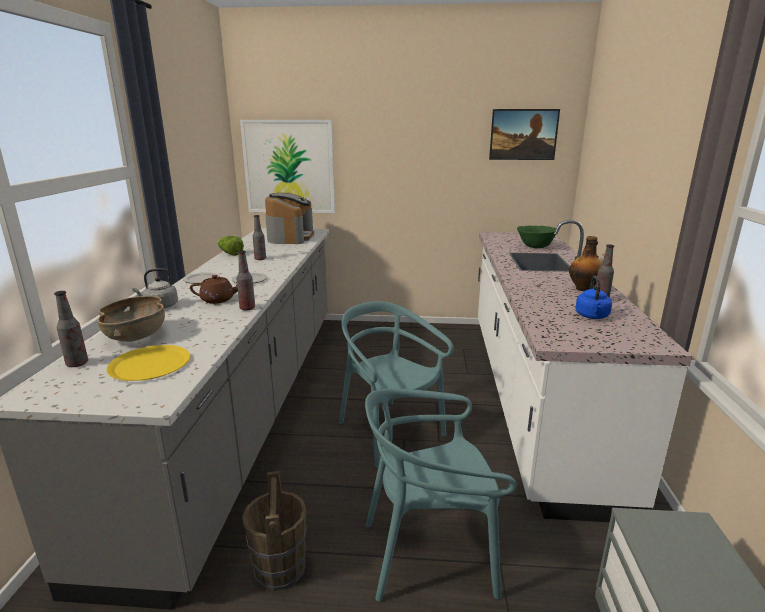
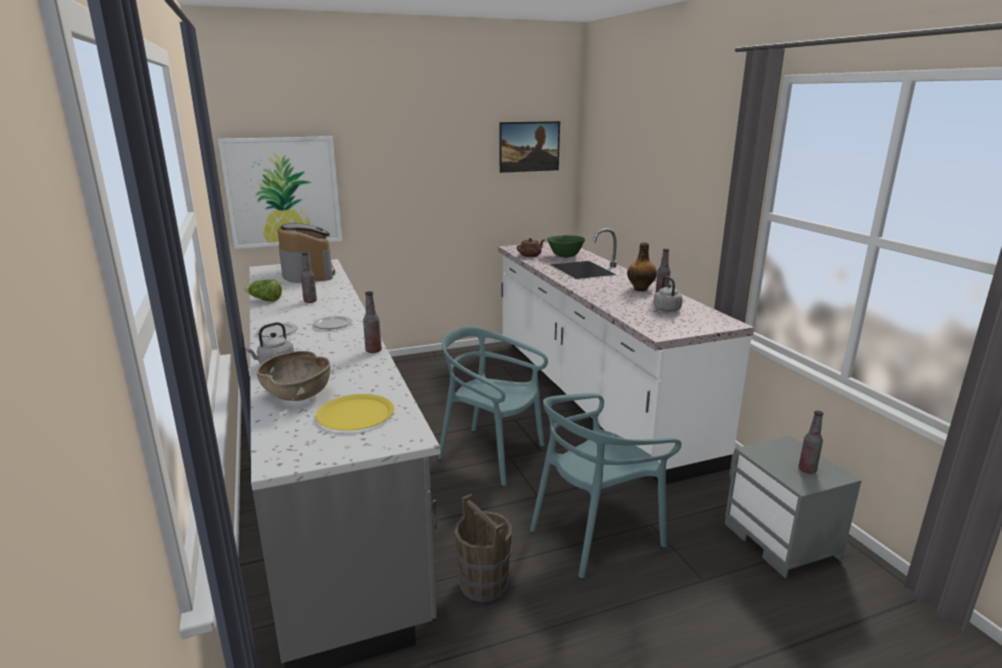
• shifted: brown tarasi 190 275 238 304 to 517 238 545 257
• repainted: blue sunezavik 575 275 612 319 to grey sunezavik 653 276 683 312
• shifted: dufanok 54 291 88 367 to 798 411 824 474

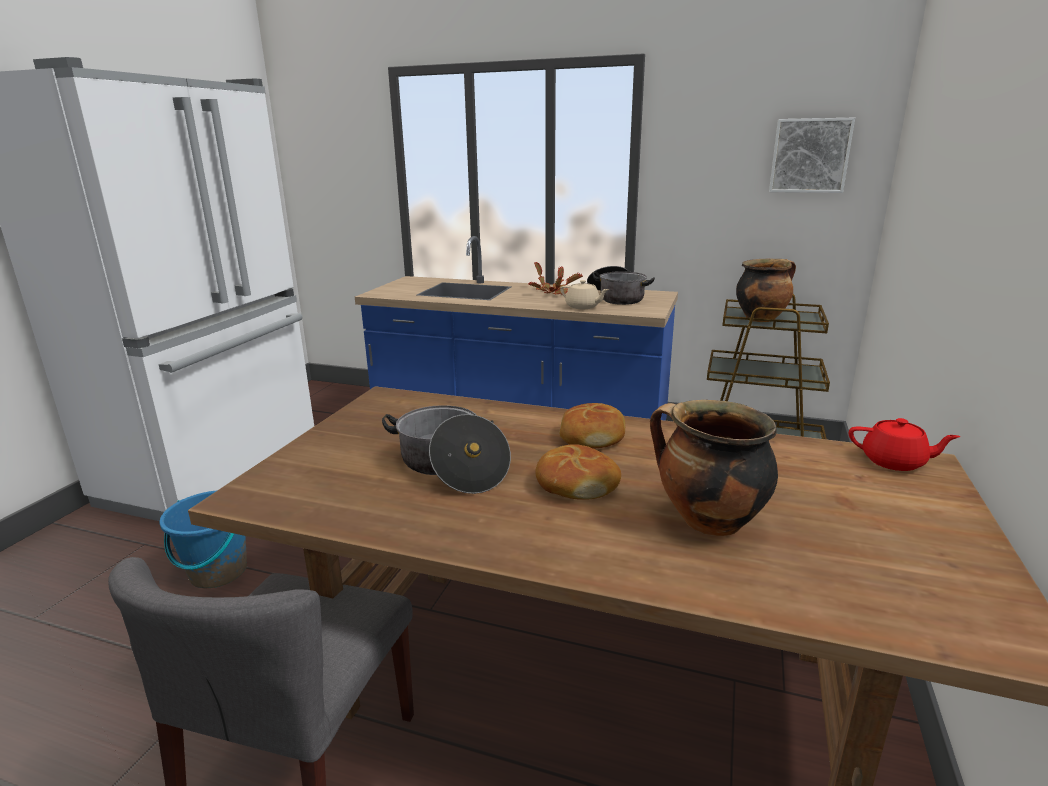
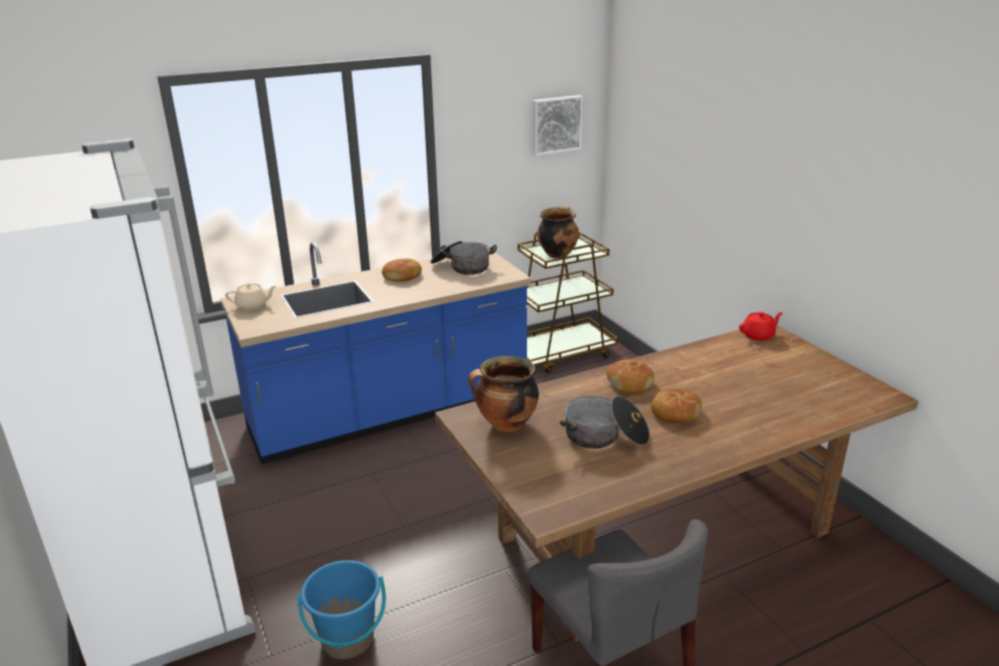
• swapped: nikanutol 528 262 583 295 to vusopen 382 259 422 282
• shifted: beige tarasi 560 280 609 309 to 225 283 277 310
• shifted: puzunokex 650 400 778 536 to 468 356 539 432

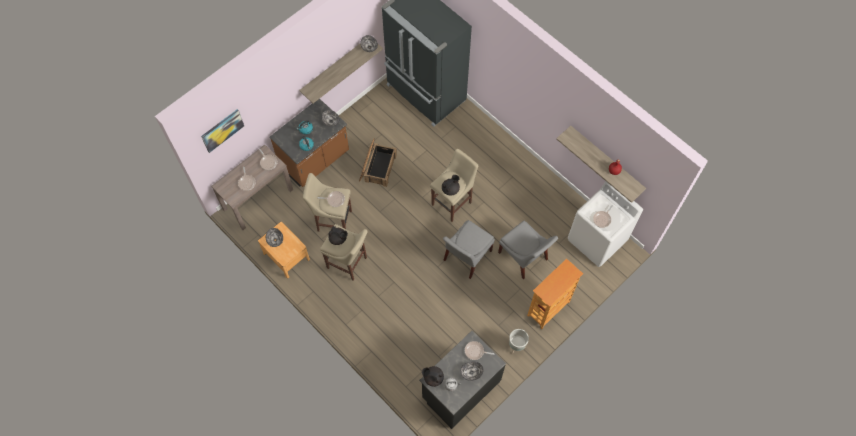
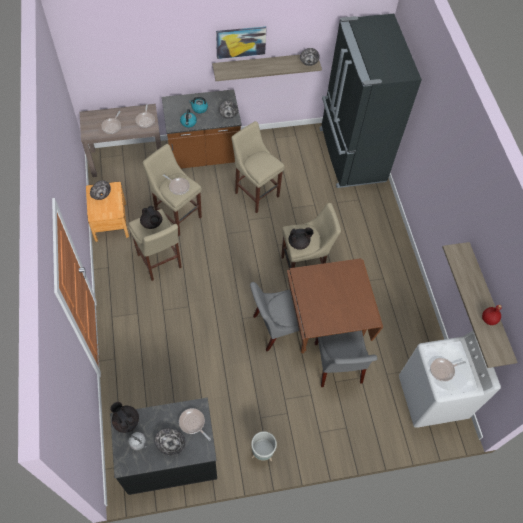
• shifted: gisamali 201 109 244 153 to 216 26 267 59
• swapped: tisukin 359 139 397 187 to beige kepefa 231 121 285 213
• gone: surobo 527 259 583 329
• new: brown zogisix 287 258 383 353

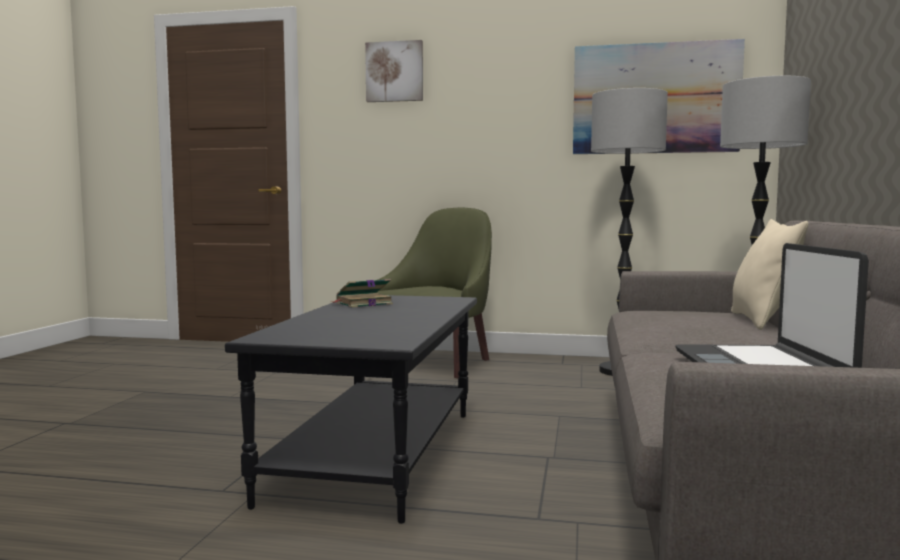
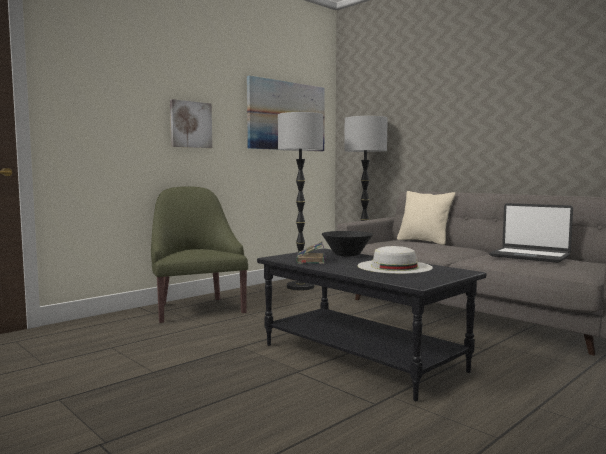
• shifted: gisamali 365 40 423 102 to 170 99 212 148
• new: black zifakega 322 231 373 256
• new: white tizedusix 358 246 433 274

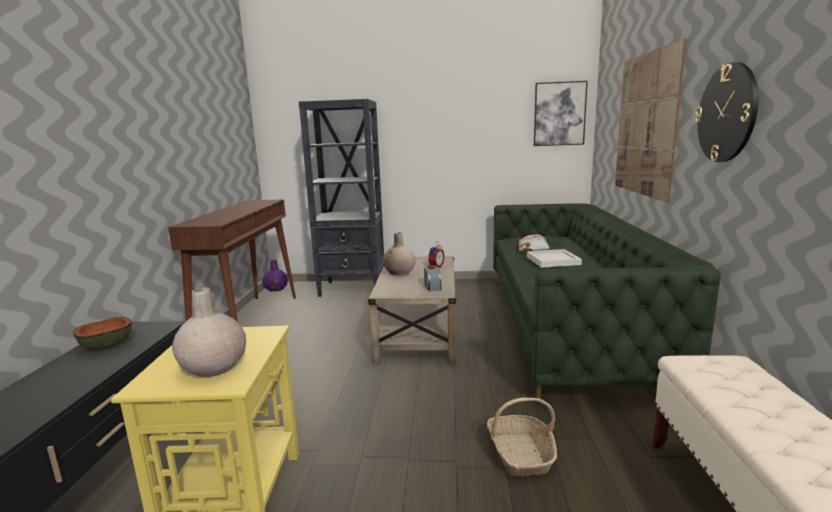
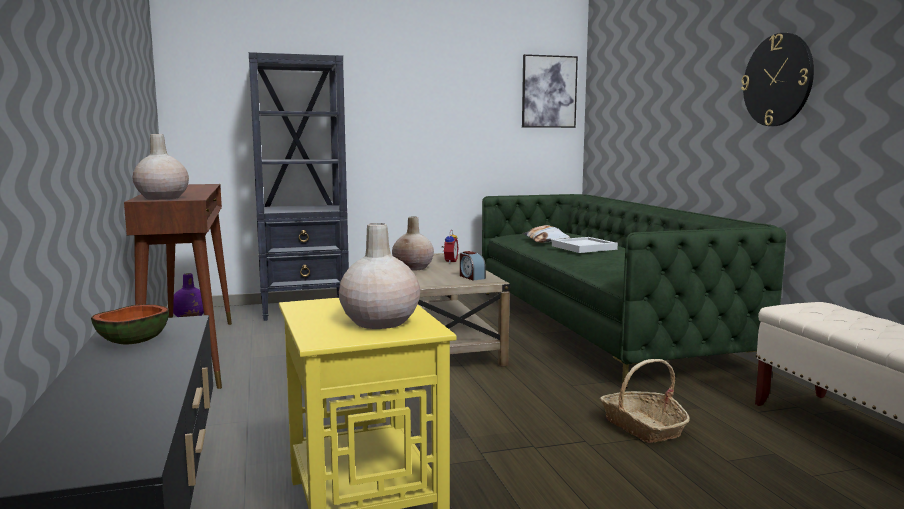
• gone: gisamali 615 38 687 203
• new: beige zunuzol 132 134 189 200

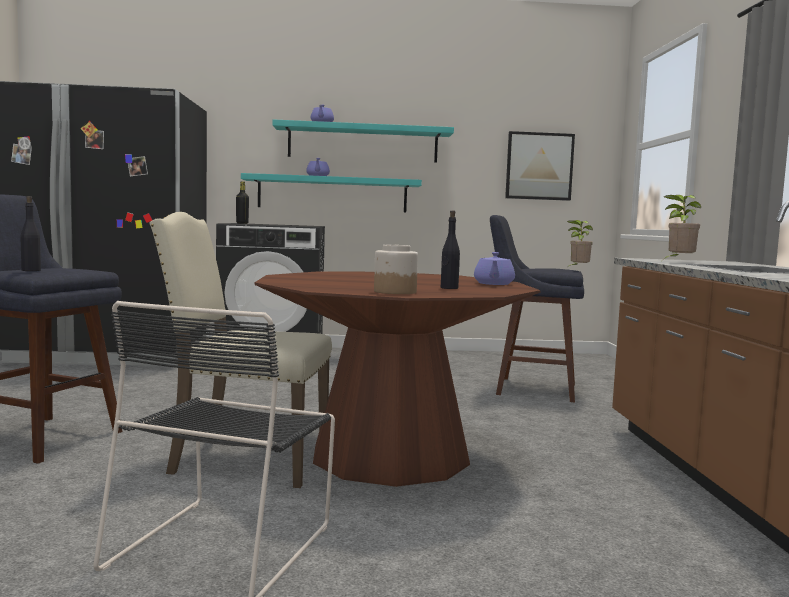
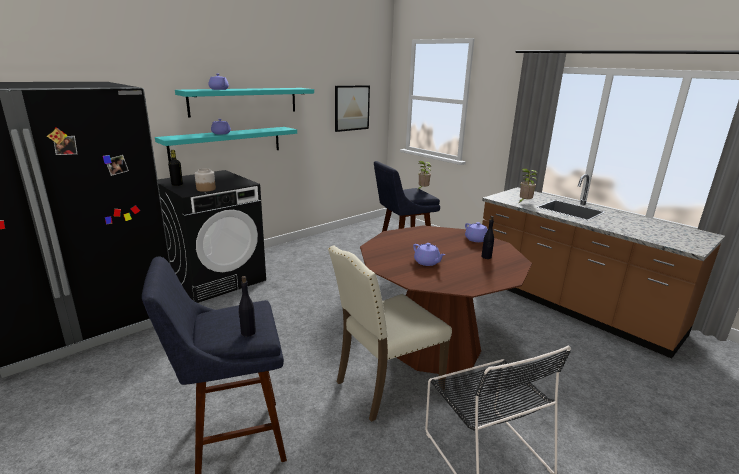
• shifted: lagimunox 374 245 418 294 to 195 168 216 192
• new: purple tarasi 413 243 445 266

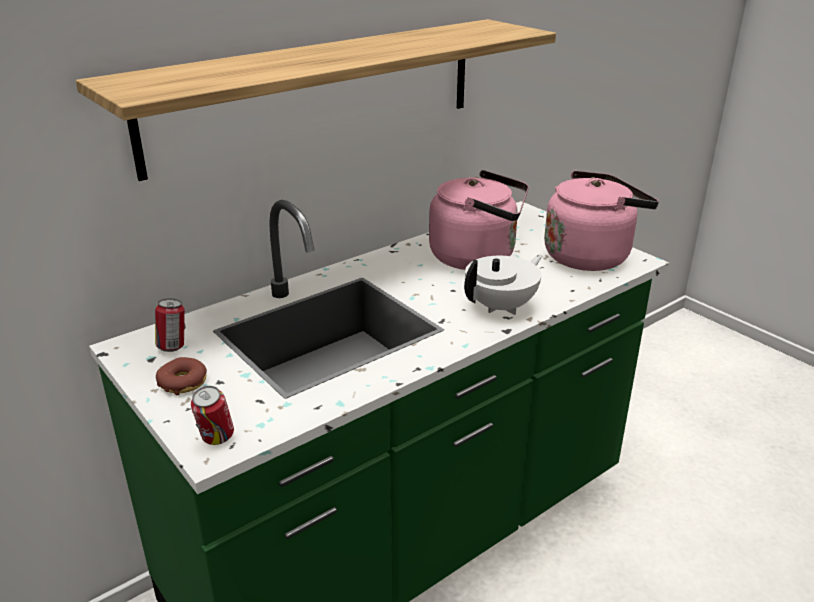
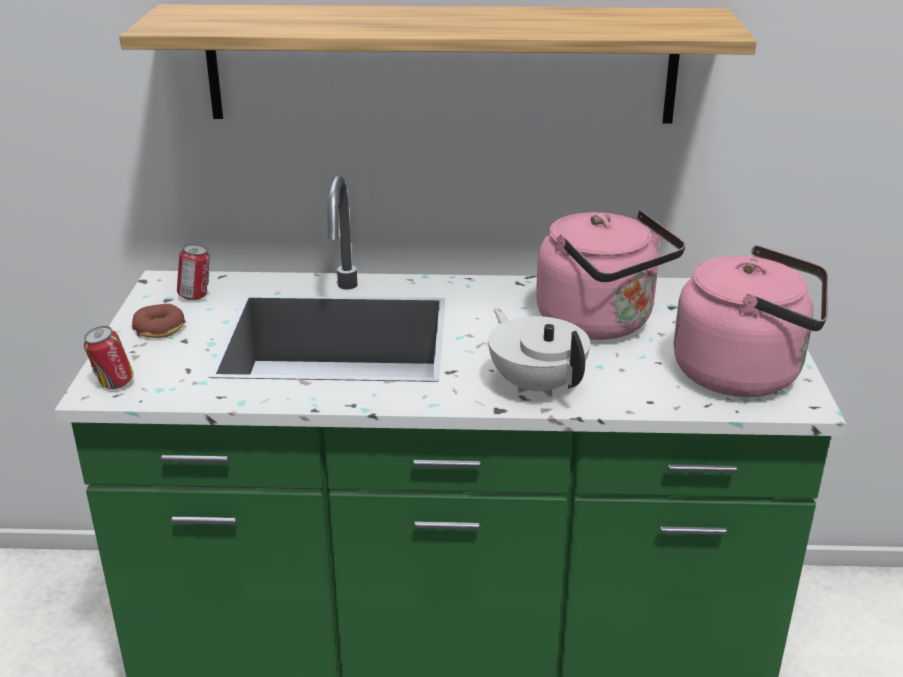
• rotated: white tarasi 464 255 543 315 = 488 308 590 397 120 degrees counterclockwise

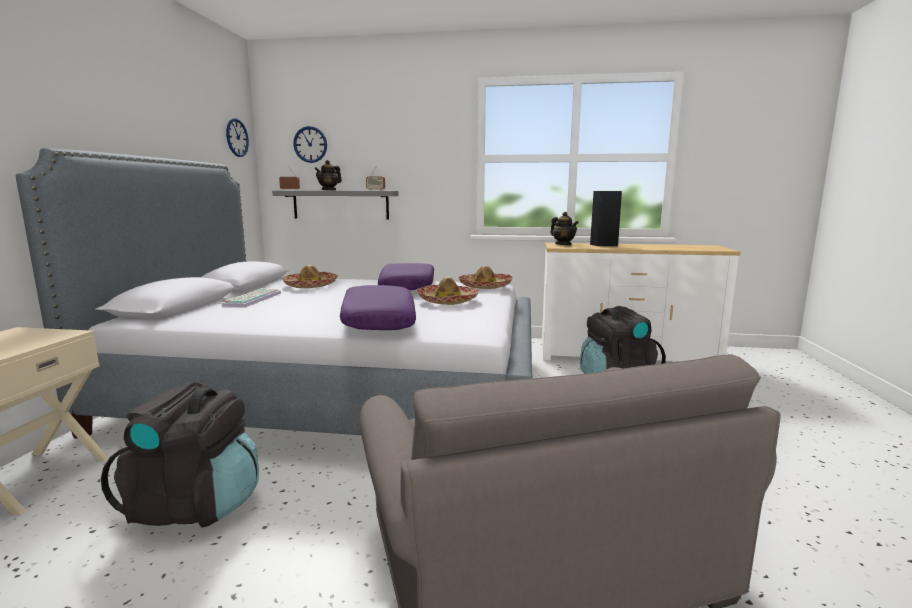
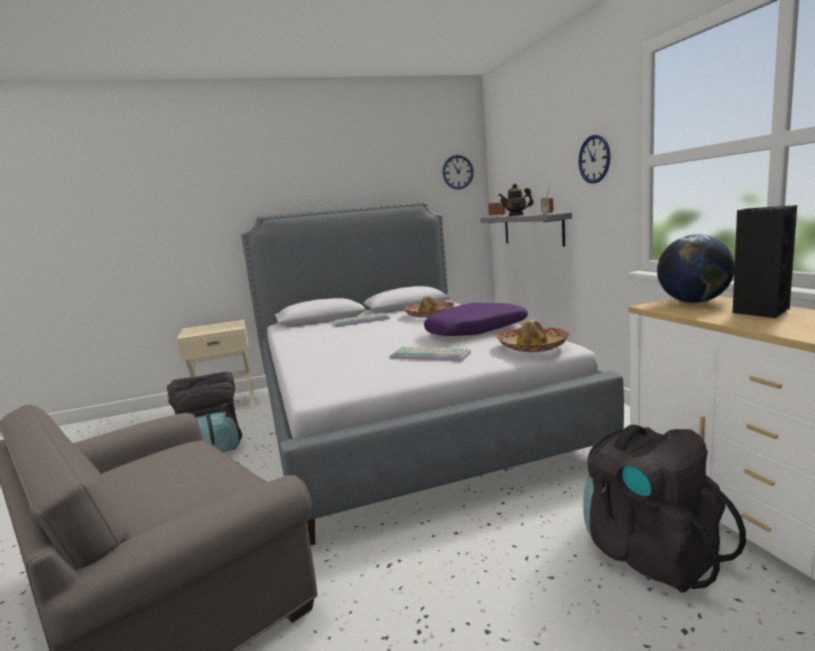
• shifted: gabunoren 293 126 327 163 to 578 135 611 184
• swapped: tarasi 550 212 579 245 to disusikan 657 234 735 303
• swapped: tizedusix 416 276 479 305 to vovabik 390 347 471 361
• gone: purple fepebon 340 285 416 330

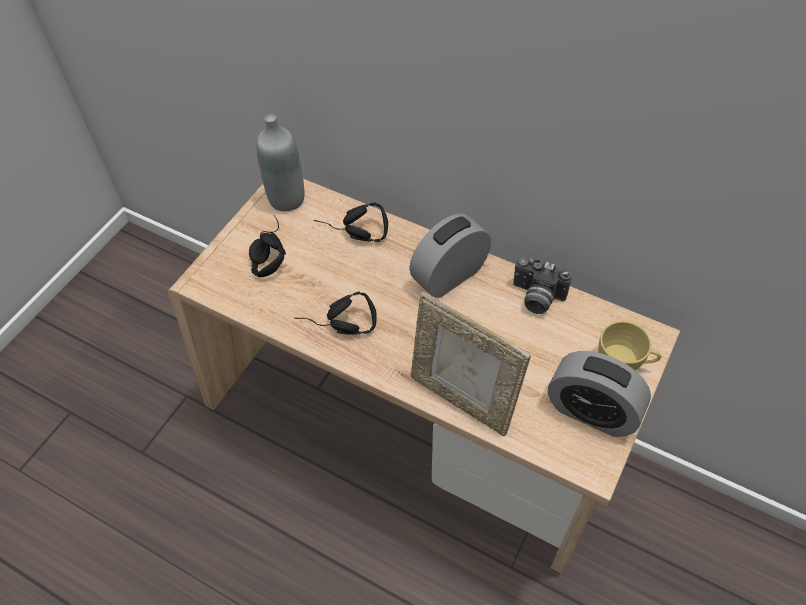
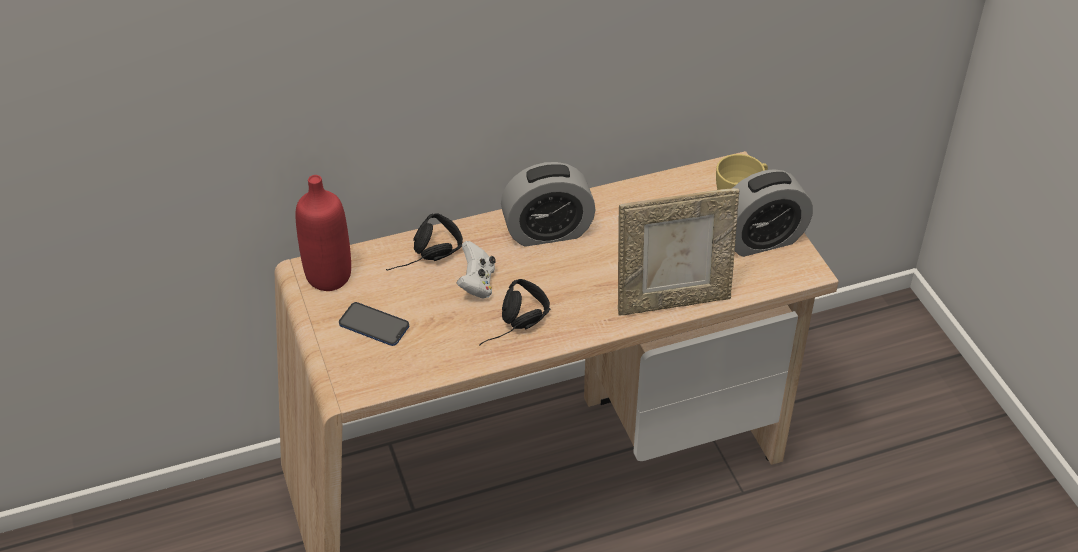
• repainted: grey dufanok 256 114 304 211 to red dufanok 295 175 351 291
• rotated: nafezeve 409 214 491 298 = 501 162 596 247 105 degrees counterclockwise
• swapped: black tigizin 249 216 286 277 to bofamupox 339 302 409 346
• gone: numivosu 513 257 572 314
• new: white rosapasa 457 241 496 298

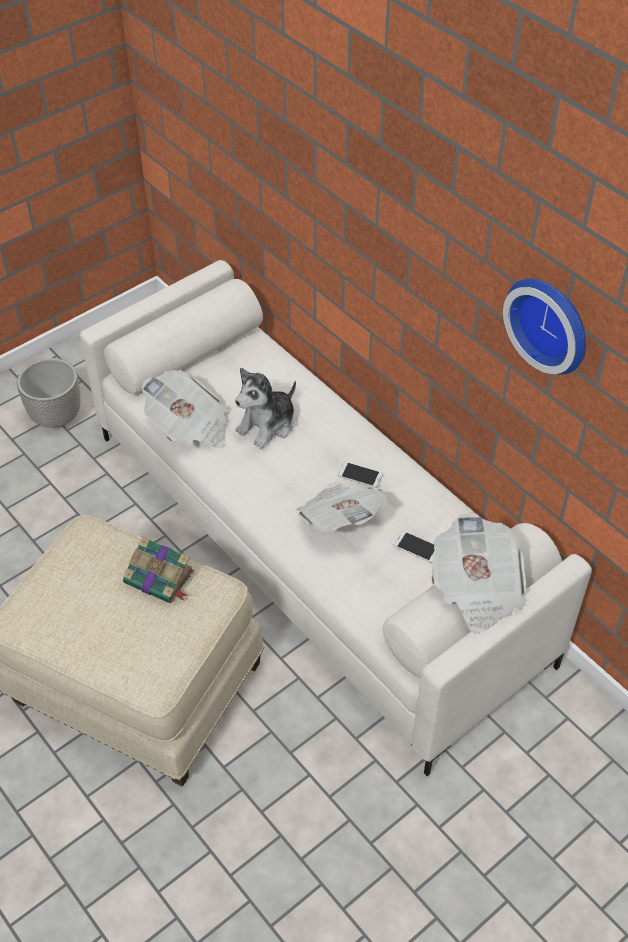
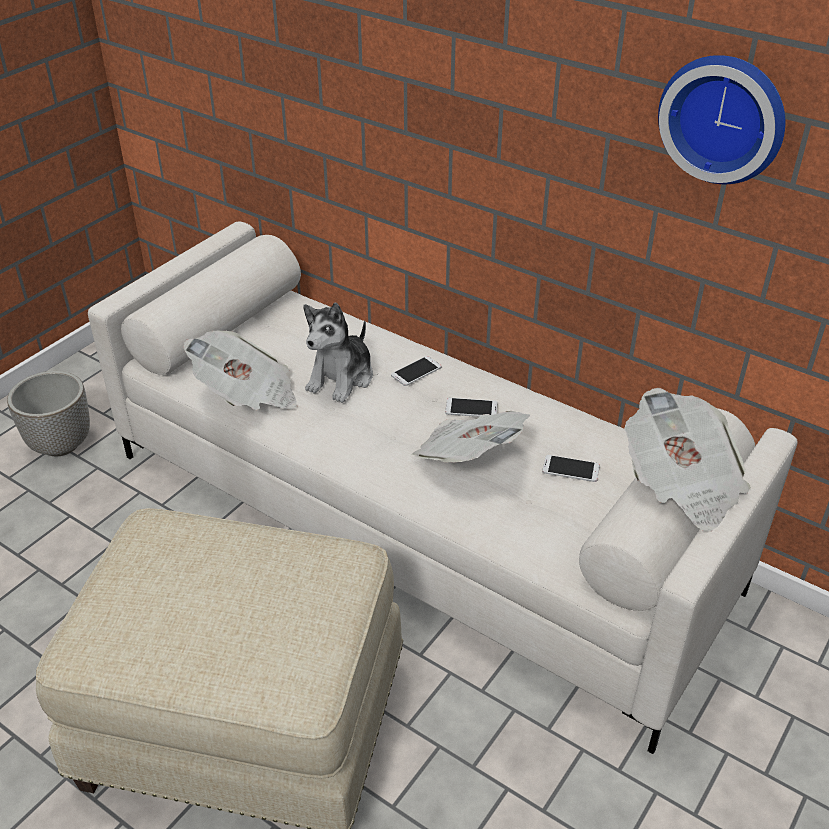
• gone: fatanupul 123 536 194 603
• new: bofamupox 391 356 442 386

